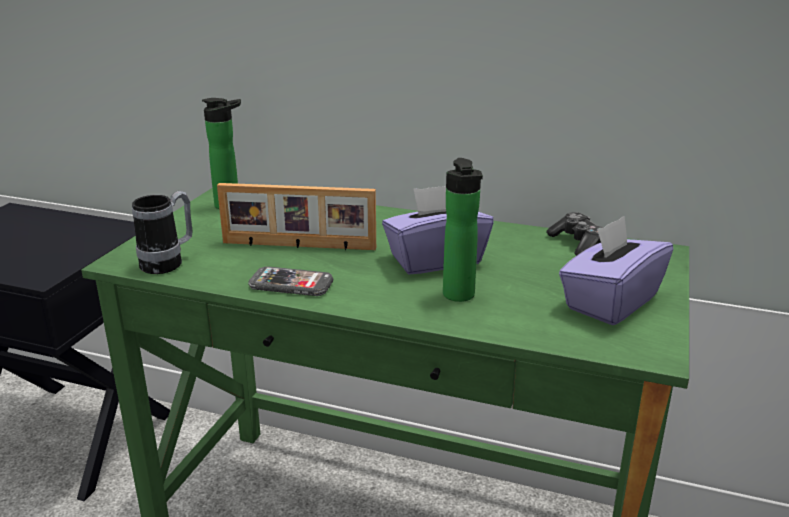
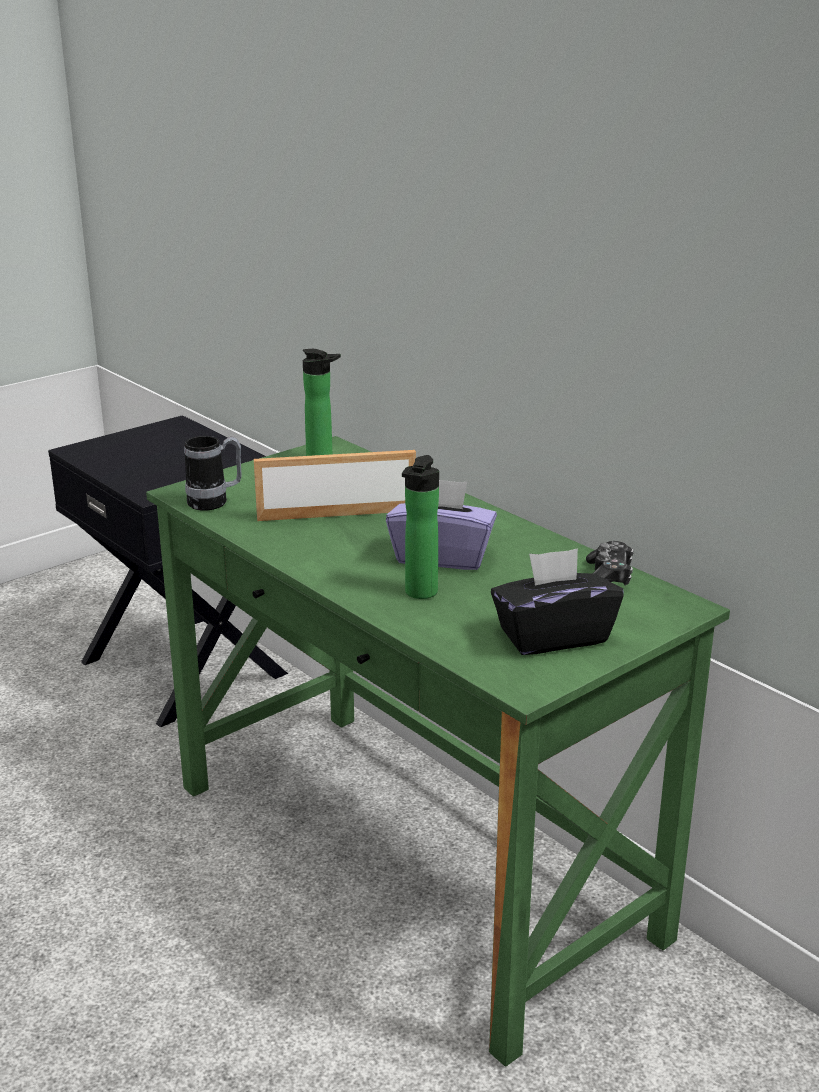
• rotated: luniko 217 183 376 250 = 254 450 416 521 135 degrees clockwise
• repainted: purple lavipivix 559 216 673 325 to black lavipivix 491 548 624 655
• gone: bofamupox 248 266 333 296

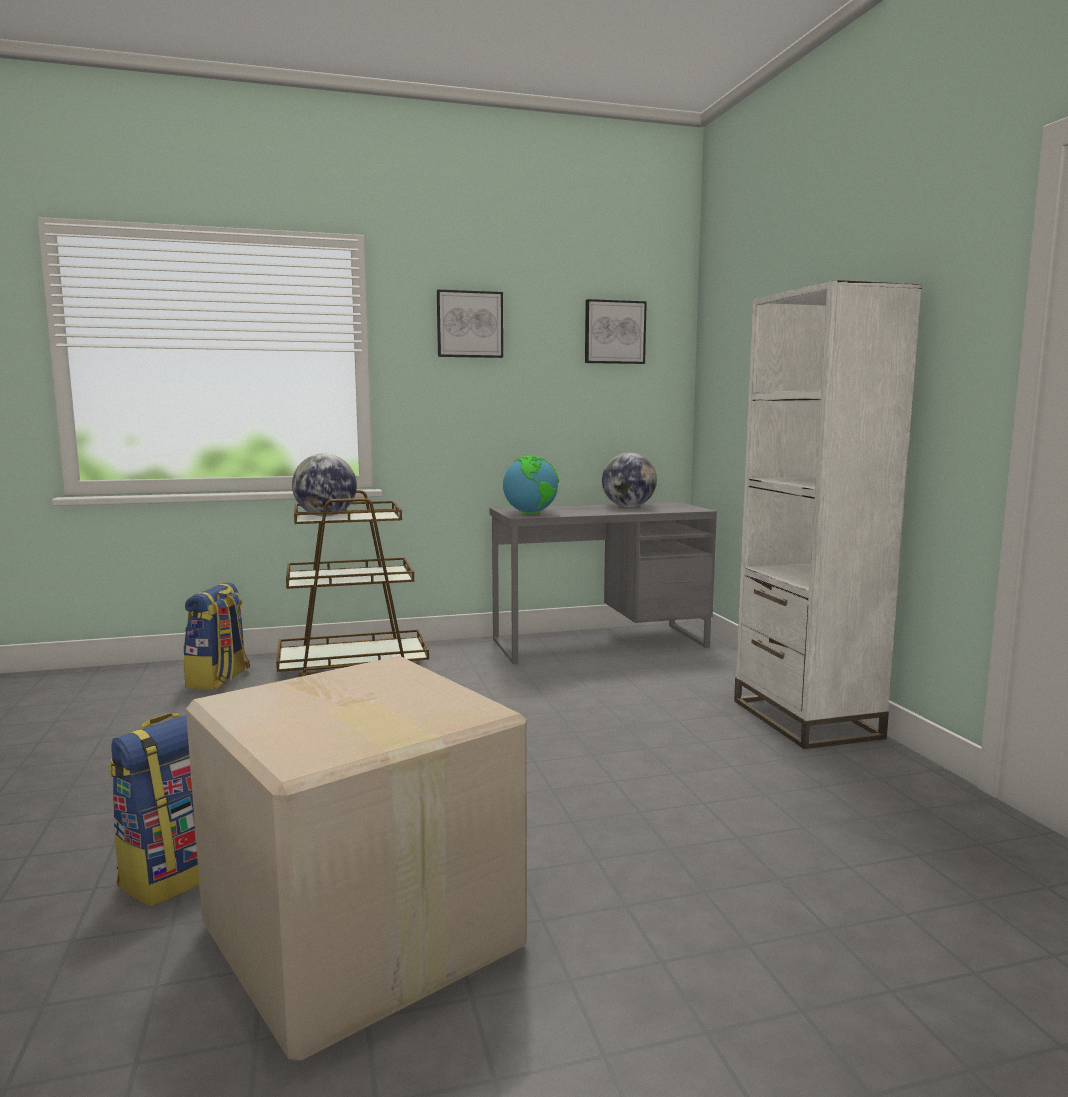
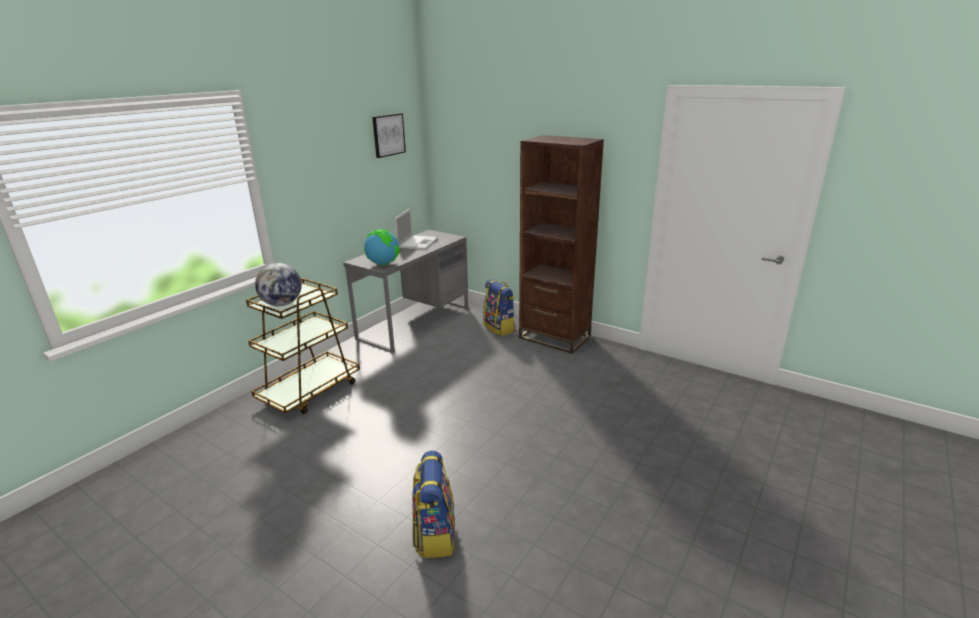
• repainted: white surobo 734 280 922 749 to brown surobo 519 135 604 354
• gone: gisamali 437 290 503 358
• swapped: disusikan 602 453 657 507 to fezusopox 394 209 438 250
• shifted: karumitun 183 582 250 690 to 483 279 516 336
• gone: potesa 186 656 527 1062

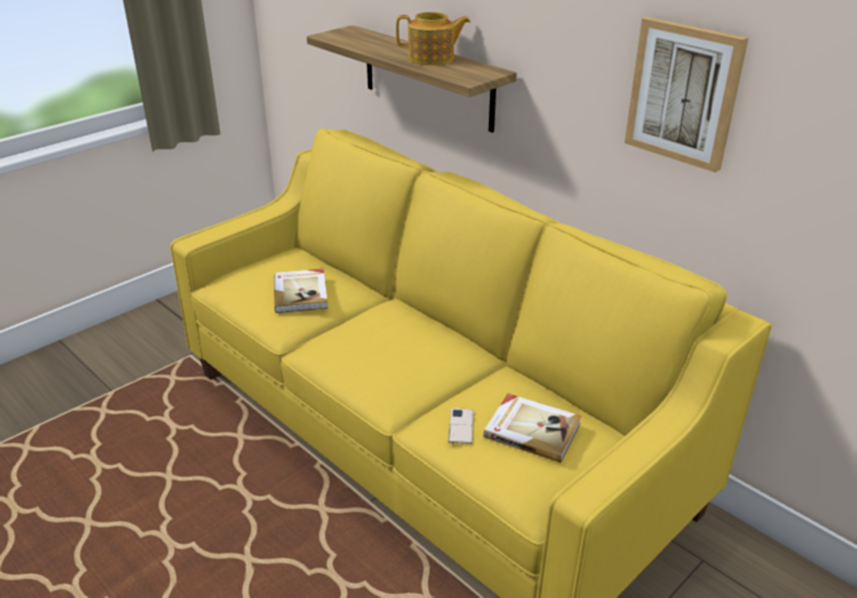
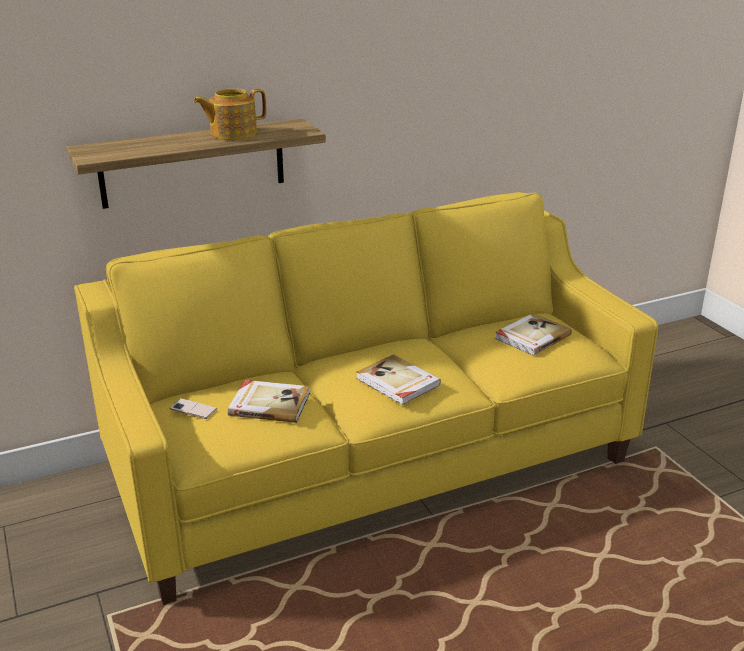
• rotated: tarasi 396 12 470 65 = 194 89 266 140 135 degrees counterclockwise
• gone: gisamali 625 17 748 173
• shifted: bofamupox 448 408 474 444 to 169 398 217 419
• new: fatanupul 356 354 441 405

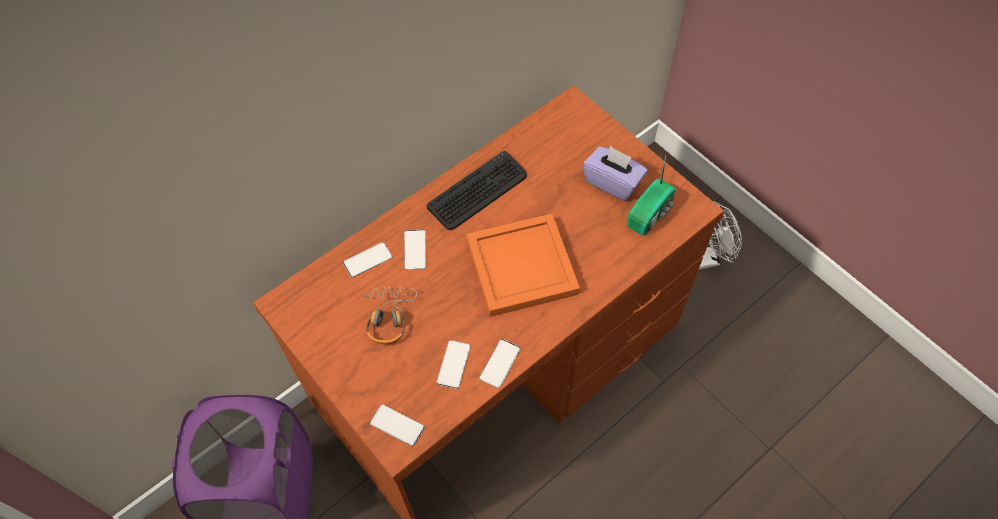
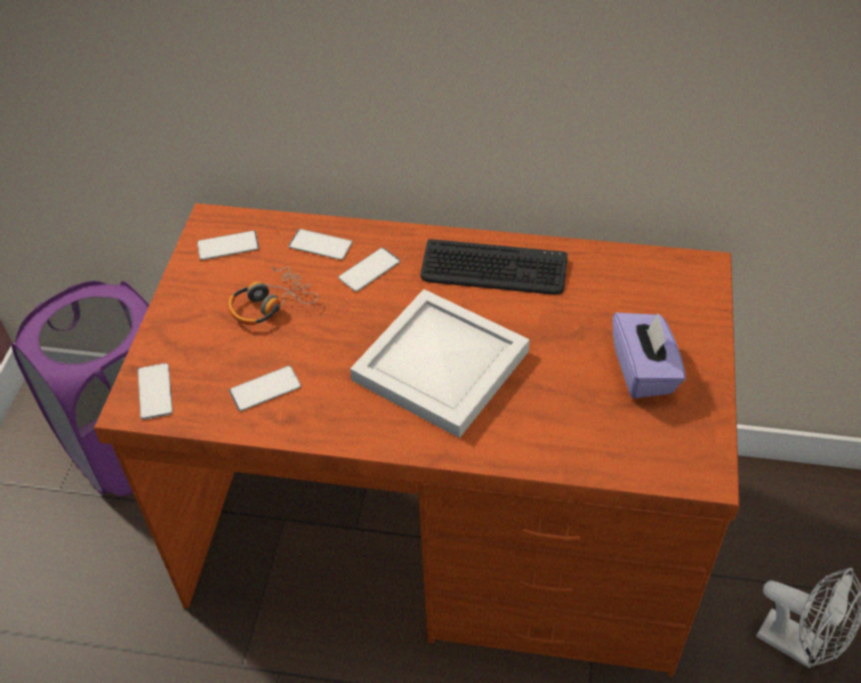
• gone: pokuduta 627 155 676 236
• repainted: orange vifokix 467 214 580 317 to white vifokix 350 289 530 438
• shifted: bofamupox 479 339 521 388 to 197 231 259 260

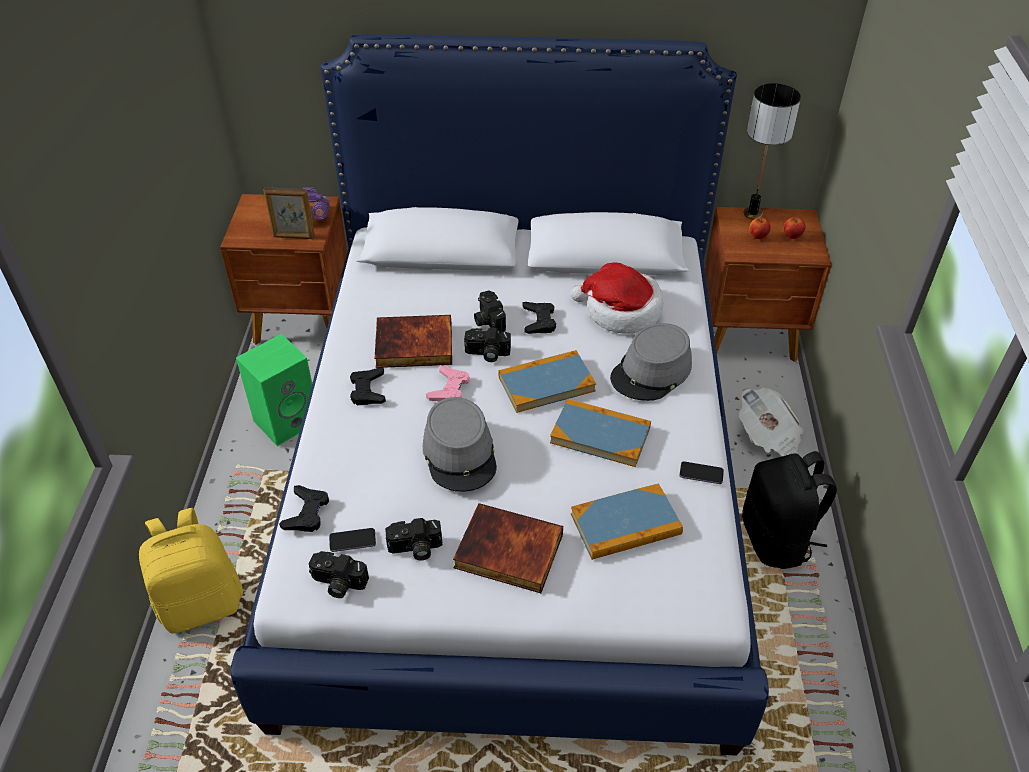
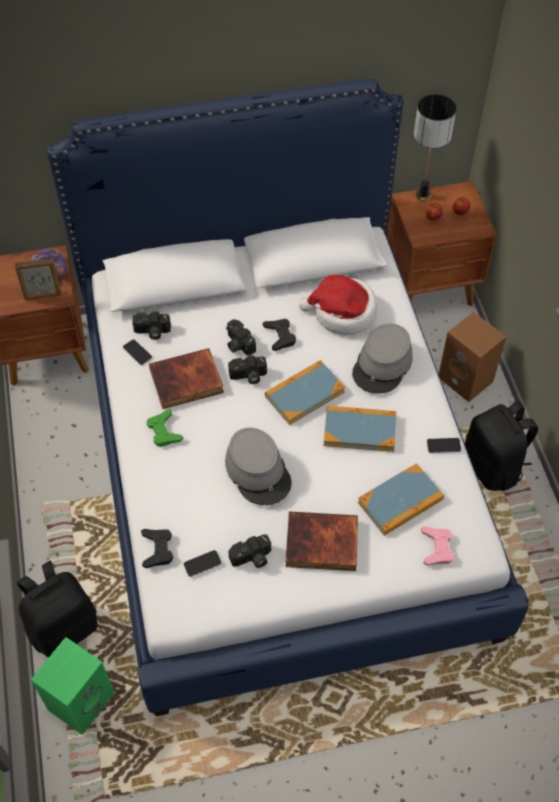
• shifted: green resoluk 236 334 312 446 to 31 637 114 735
• shifted: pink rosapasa 426 365 470 402 to 421 526 454 566
• repainted: black rosapasa 350 367 386 405 to green rosapasa 147 409 183 447
• swapped: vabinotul 739 388 804 456 to brown resoluk 439 312 506 402
• repainted: yellow karumitun 139 508 243 633 to black karumitun 17 561 98 657
• shifted: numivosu 309 551 369 598 to 132 312 171 340
• new: bofamupox 123 339 152 365

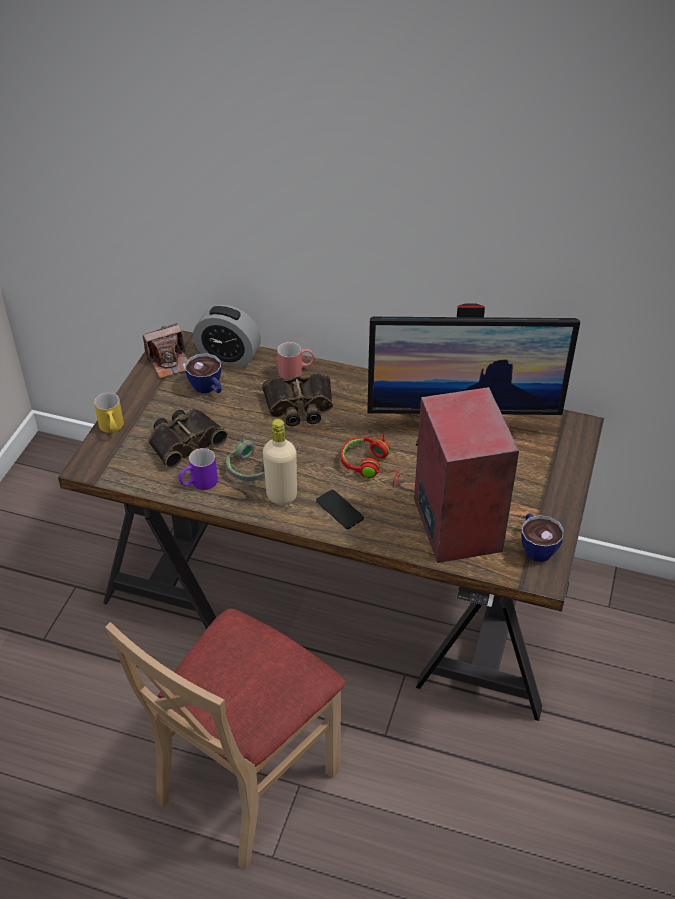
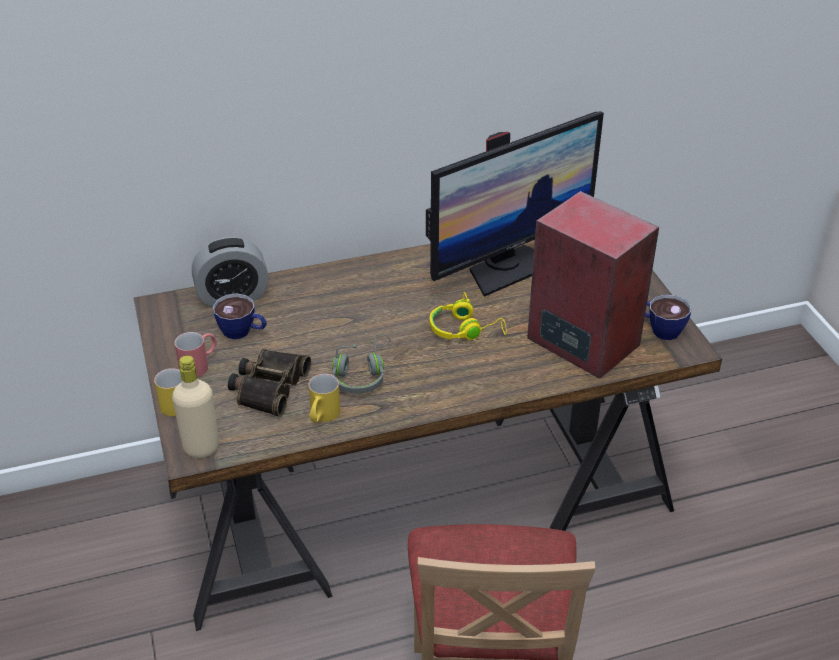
• gone: numivosu 143 323 188 378
• shifted: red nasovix 277 342 314 379 to 175 332 217 377
• gone: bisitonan 262 373 333 426
• shifted: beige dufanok 263 419 297 505 to 172 355 219 458
• repainted: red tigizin 341 434 401 487 to yellow tigizin 430 292 507 340
• repainted: purple nasovix 178 448 218 490 to yellow nasovix 308 374 340 423
• gone: bofamupox 316 489 364 529

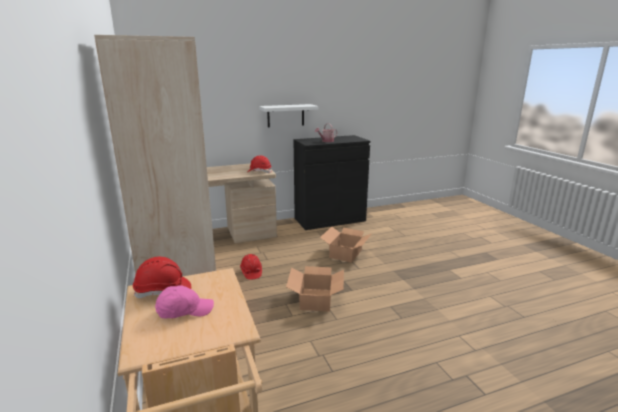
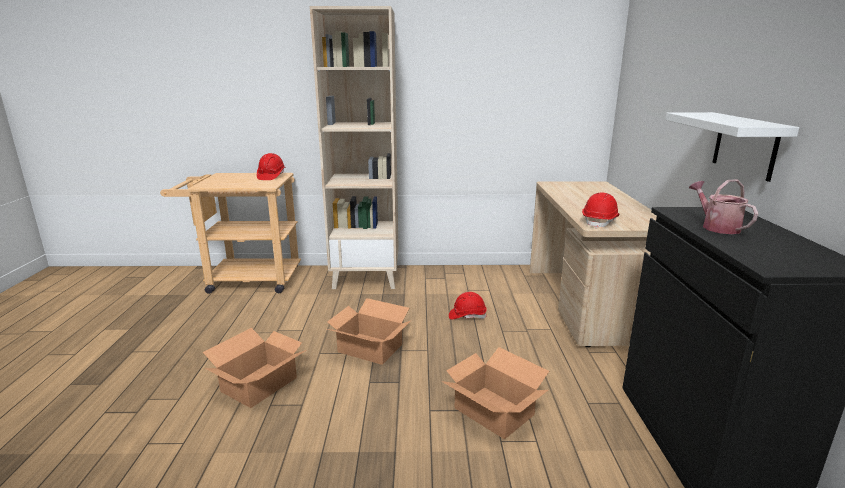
• gone: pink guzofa 155 285 214 318
• new: potesa 203 328 307 408

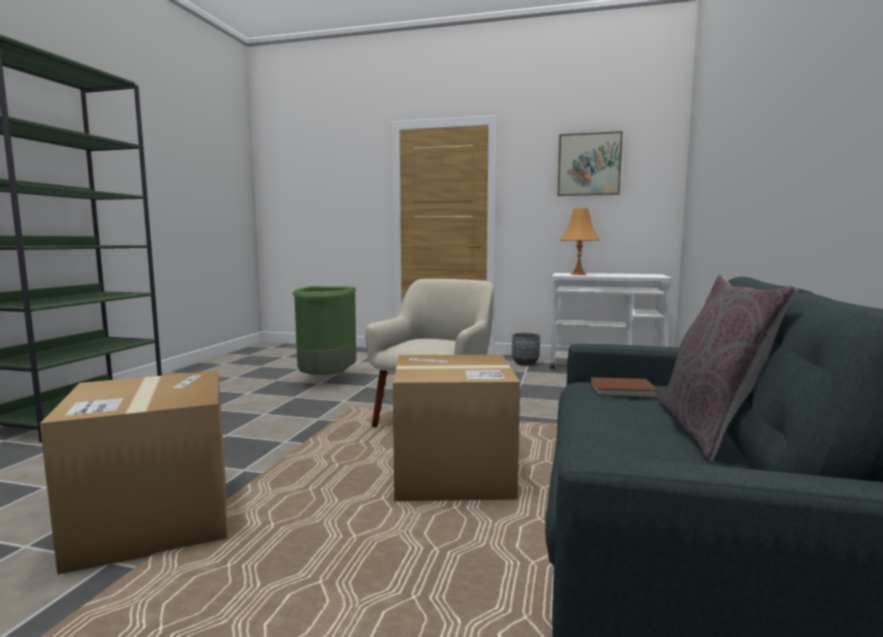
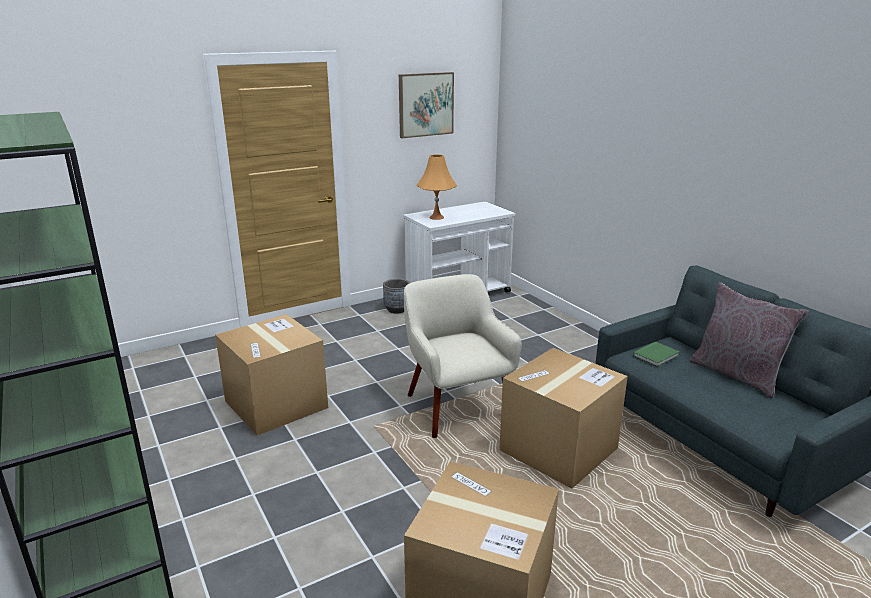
• swapped: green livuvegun 292 286 356 375 to potesa 215 314 328 436
• repainted: brown fatanupul 590 377 658 398 to green fatanupul 633 342 680 367

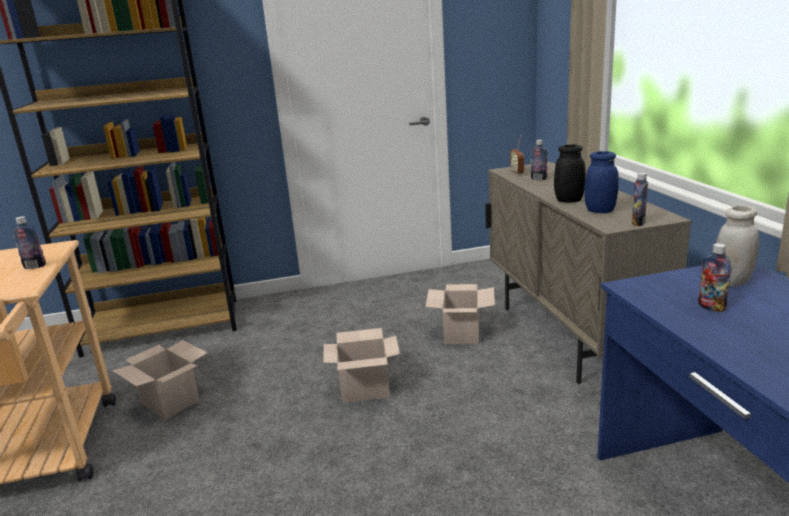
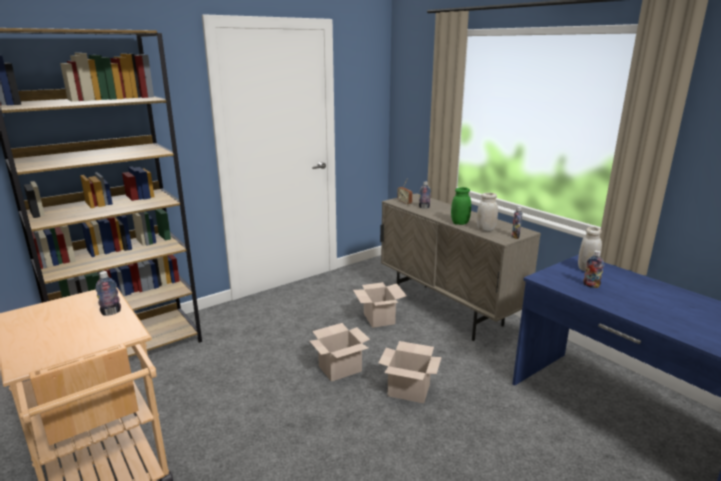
• repainted: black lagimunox 554 144 586 203 to green lagimunox 451 187 471 225
• repainted: blue lagimunox 585 151 619 213 to white lagimunox 477 193 498 231
• shifted: potesa 112 340 207 420 to 379 341 442 403

